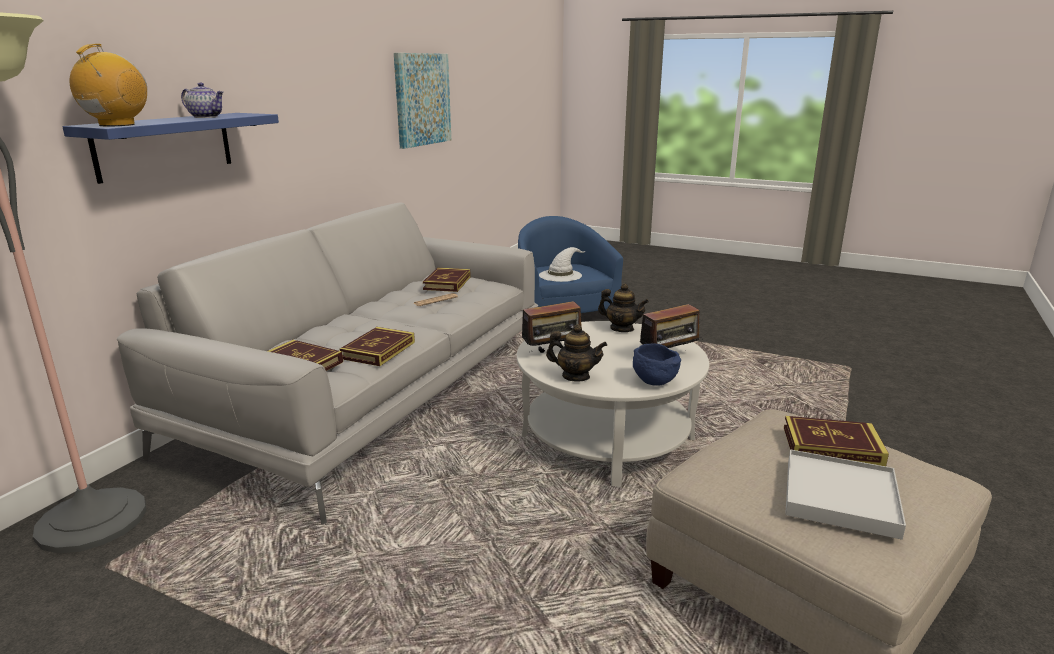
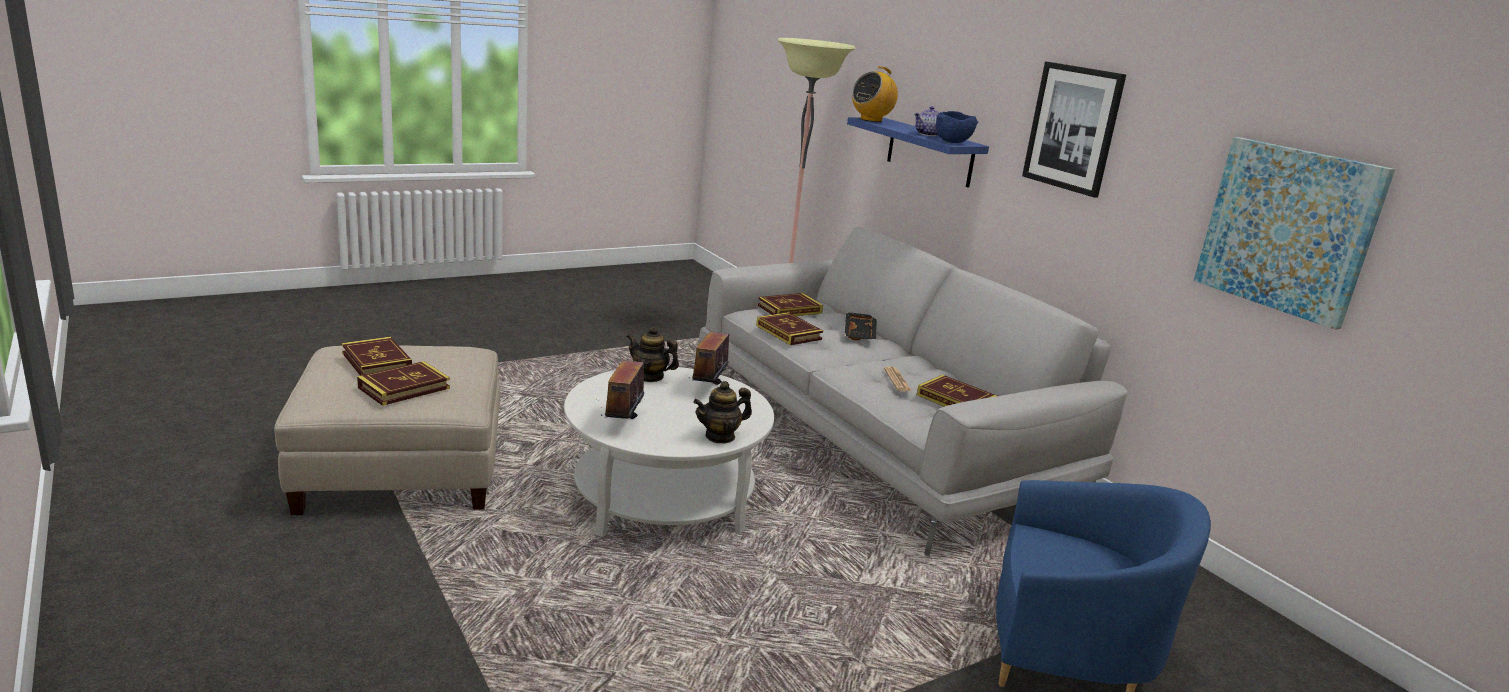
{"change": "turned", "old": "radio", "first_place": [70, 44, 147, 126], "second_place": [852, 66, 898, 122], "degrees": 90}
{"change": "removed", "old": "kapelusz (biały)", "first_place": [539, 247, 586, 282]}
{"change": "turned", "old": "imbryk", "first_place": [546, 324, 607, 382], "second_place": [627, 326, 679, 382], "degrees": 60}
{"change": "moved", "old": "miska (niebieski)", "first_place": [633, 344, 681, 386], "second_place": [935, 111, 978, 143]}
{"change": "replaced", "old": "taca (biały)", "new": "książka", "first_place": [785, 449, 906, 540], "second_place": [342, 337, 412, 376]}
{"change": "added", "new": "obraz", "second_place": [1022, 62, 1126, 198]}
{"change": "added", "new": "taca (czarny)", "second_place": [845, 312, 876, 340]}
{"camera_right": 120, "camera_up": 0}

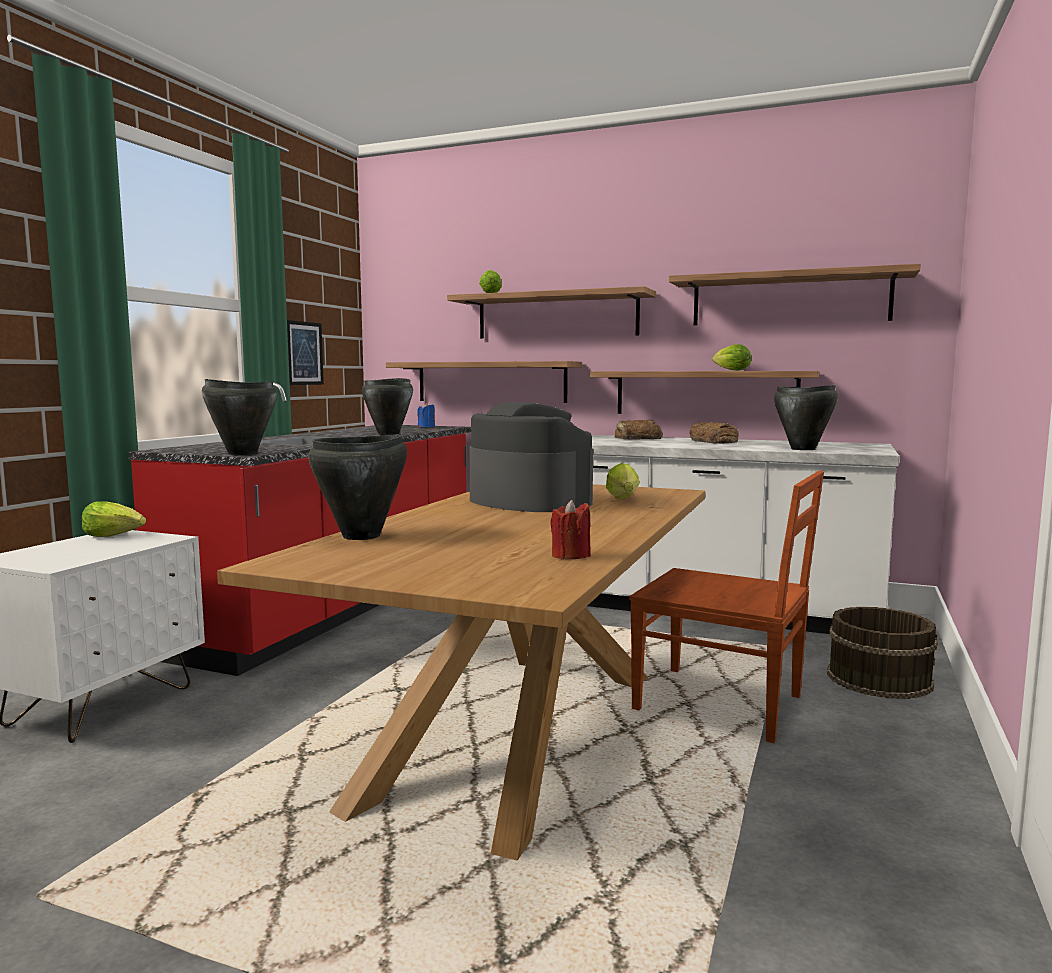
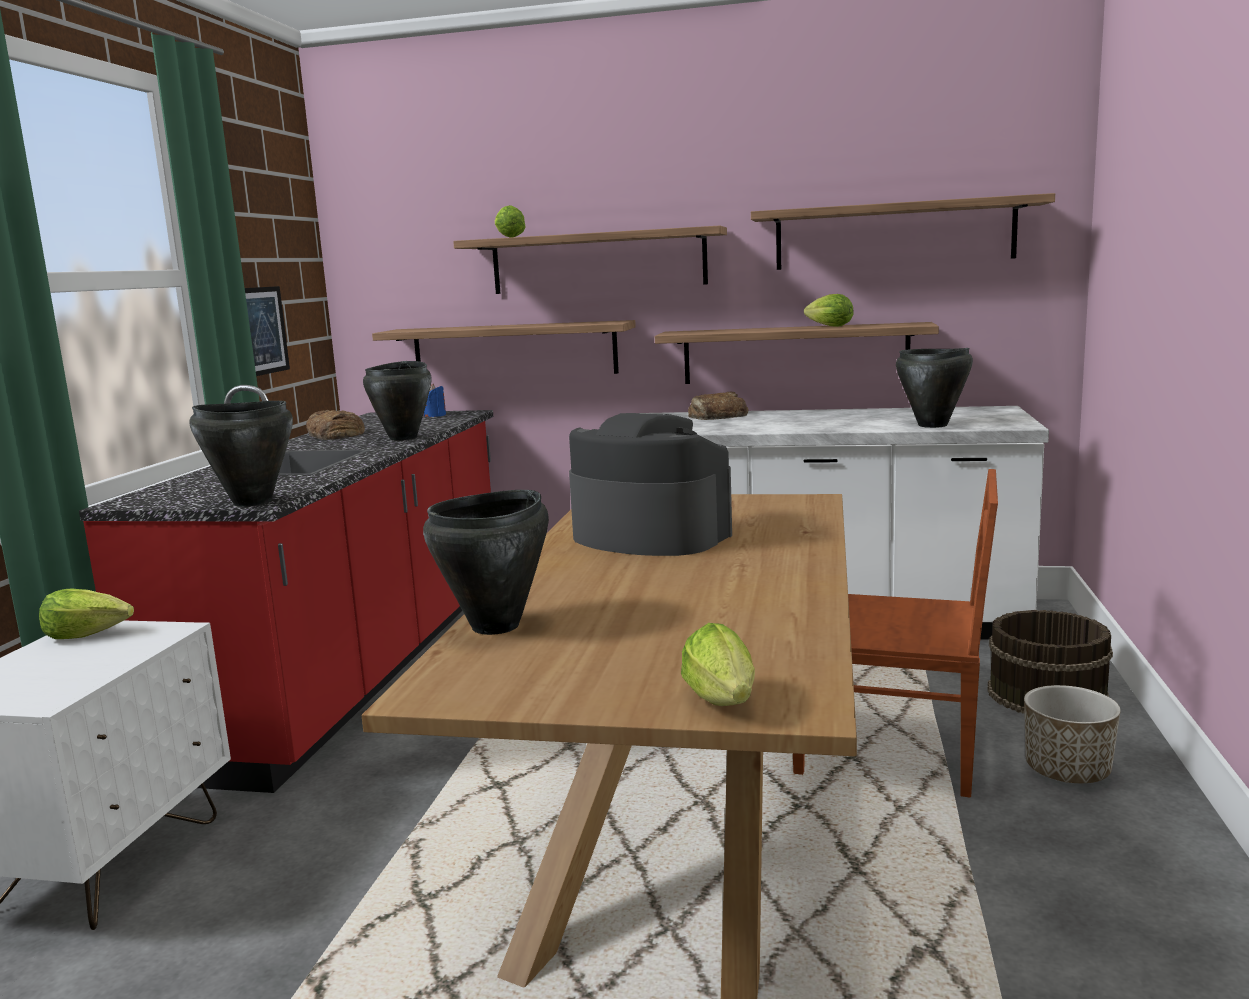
{"change": "moved", "old": "chleb", "first_place": [690, 422, 739, 444], "second_place": [306, 410, 365, 440]}
{"change": "moved", "old": "sałata", "first_place": [606, 463, 640, 499], "second_place": [681, 623, 755, 706]}
{"change": "removed", "old": "świeca (czerwony)", "first_place": [550, 500, 591, 559]}
{"change": "added", "new": "donica", "second_place": [1024, 685, 1121, 783]}
{"camera_right": -10, "camera_up": 5}

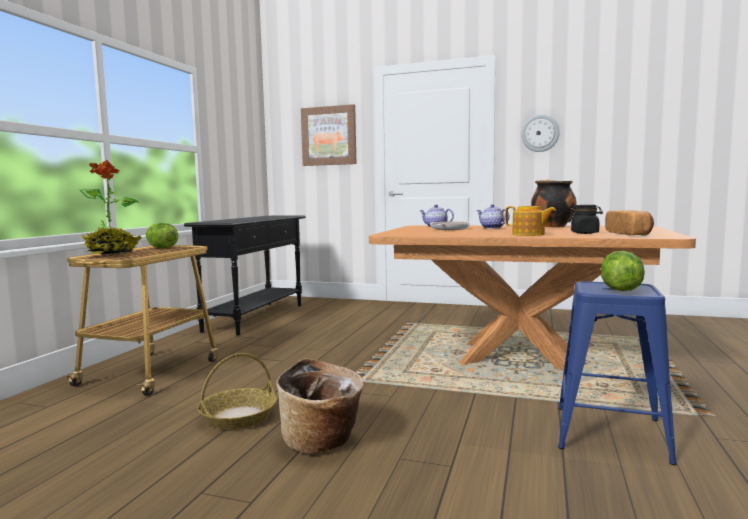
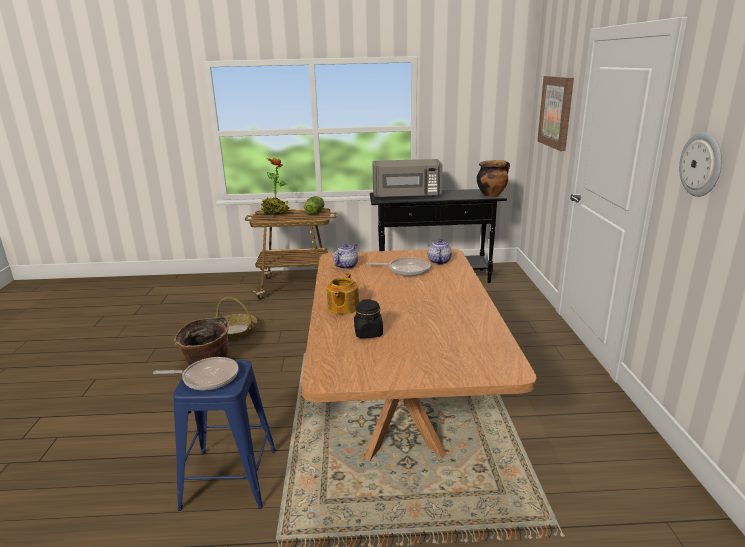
{"change": "moved", "old": "garnek", "first_place": [531, 180, 577, 227], "second_place": [477, 160, 510, 197]}
{"change": "moved", "old": "imbryk", "first_place": [477, 204, 509, 229], "second_place": [334, 244, 358, 269]}
{"change": "removed", "old": "chleb", "first_place": [605, 210, 654, 236]}
{"change": "replaced", "old": "sałata", "new": "patelnia", "first_place": [601, 251, 645, 291], "second_place": [153, 357, 239, 390]}
{"change": "added", "new": "mikrofalówka (szary)", "second_place": [372, 159, 443, 199]}
{"camera_right": 70, "camera_up": 15}

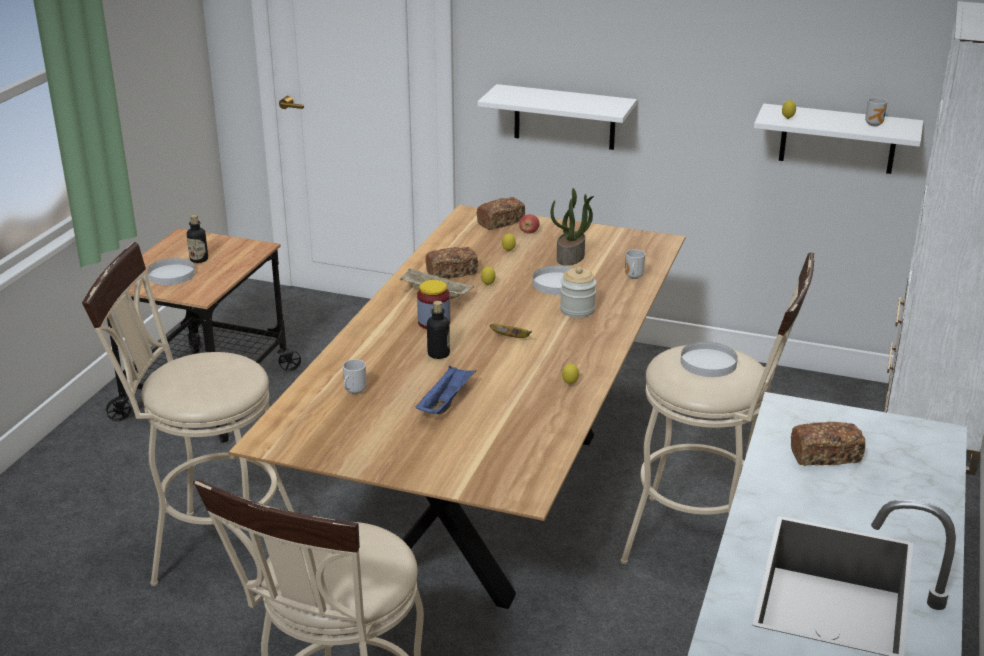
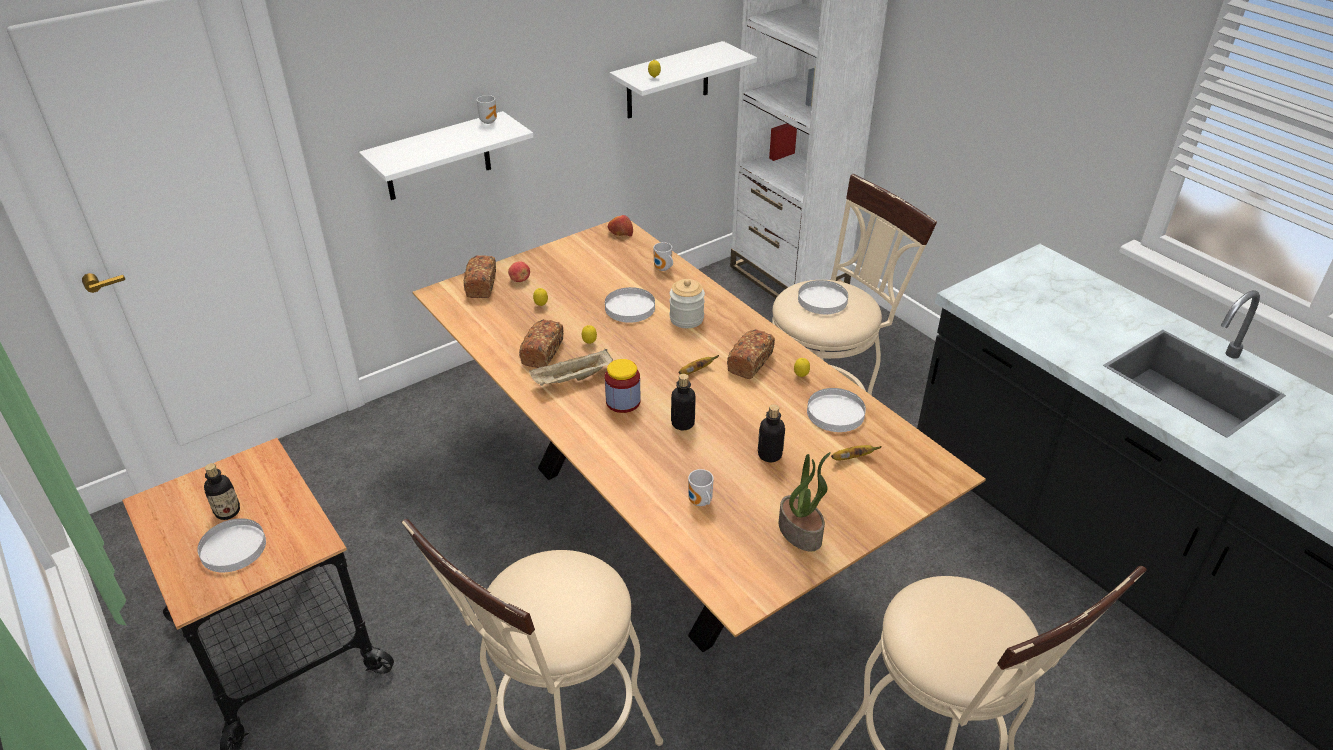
{"change": "moved", "old": "kubek", "first_place": [865, 98, 887, 126], "second_place": [477, 95, 497, 124]}
{"change": "moved", "old": "roślina doniczkowa", "first_place": [550, 188, 594, 266], "second_place": [779, 452, 831, 551]}
{"change": "replaced", "old": "taca (niebieski)", "new": "butelka", "first_place": [415, 365, 476, 414], "second_place": [758, 404, 785, 462]}
{"change": "moved", "old": "chleb", "first_place": [791, 422, 866, 466], "second_place": [727, 329, 775, 379]}
{"change": "added", "new": "jabłko", "second_place": [608, 215, 633, 237]}
{"change": "added", "new": "talerz (biały)", "second_place": [807, 388, 866, 432]}
{"change": "added", "new": "banan", "second_place": [831, 445, 882, 461]}
{"camera_right": -55, "camera_up": 10}

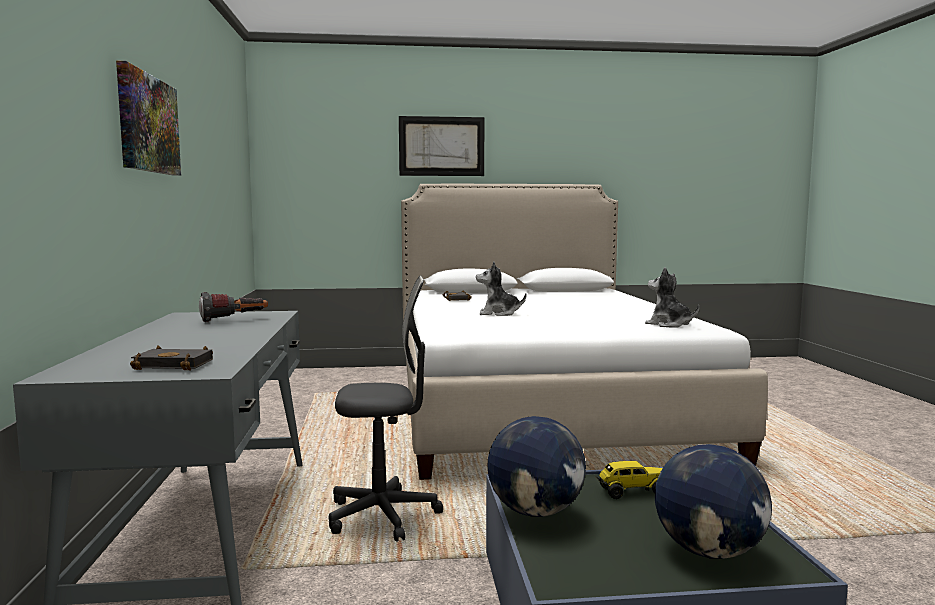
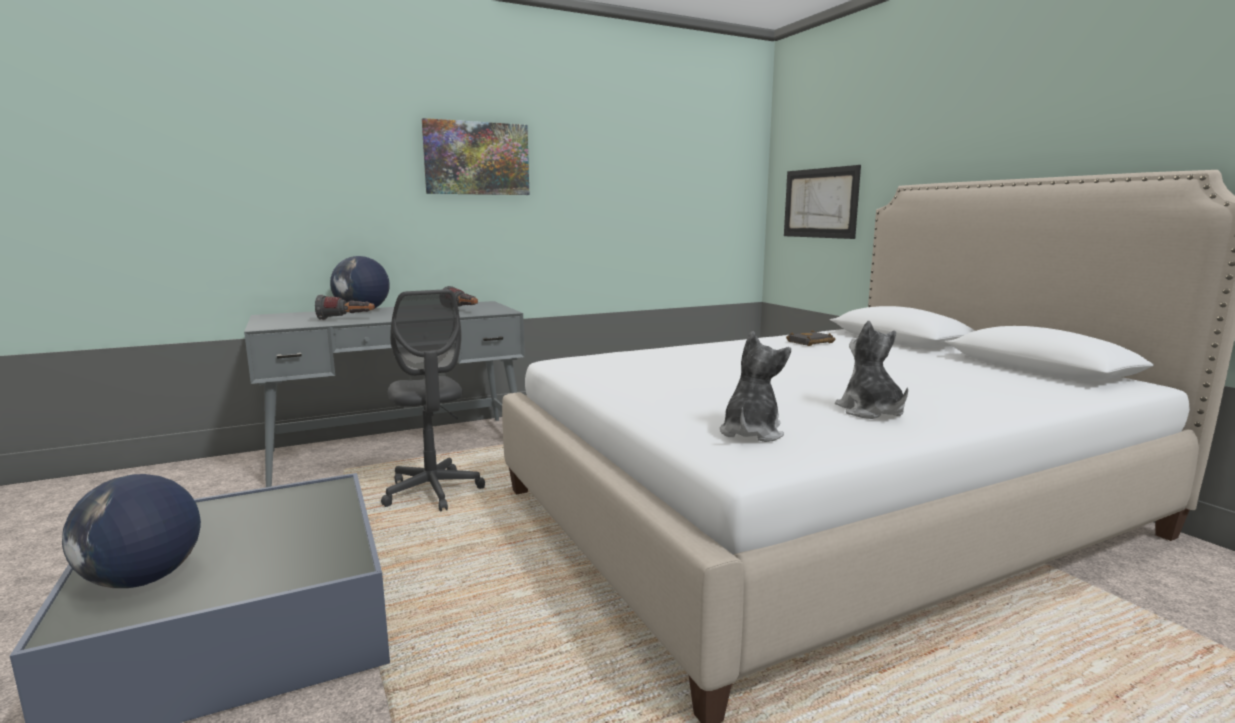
{"change": "moved", "old": "obraz", "first_place": [399, 116, 484, 176], "second_place": [784, 165, 861, 239]}
{"change": "moved", "old": "pluszak", "first_place": [476, 261, 527, 316], "second_place": [835, 321, 908, 419]}
{"change": "removed", "old": "książka (czarny)", "first_place": [130, 345, 213, 370]}
{"change": "moved", "old": "globus", "first_place": [488, 416, 586, 517], "second_place": [330, 256, 390, 308]}
{"change": "removed", "old": "ciężarówka zabawkowa", "first_place": [595, 461, 662, 499]}
{"change": "added", "new": "latarka", "second_place": [315, 294, 375, 320]}
{"camera_right": 70, "camera_up": 5}

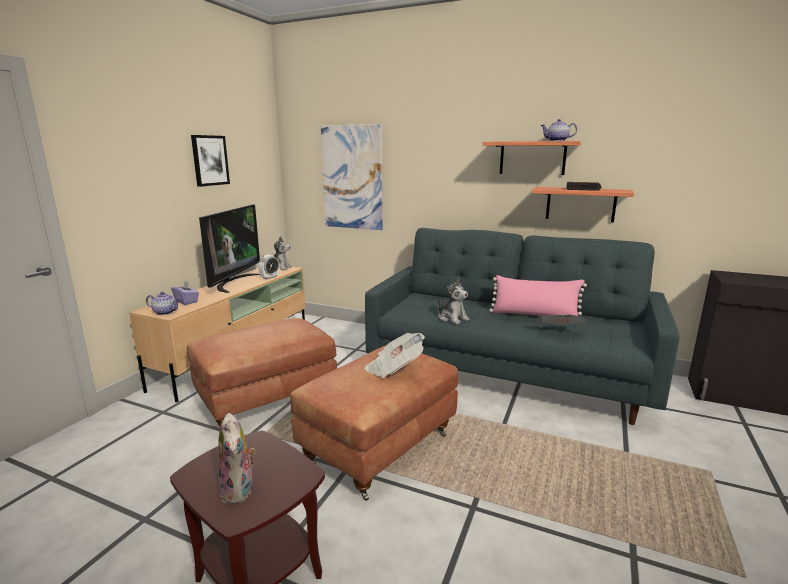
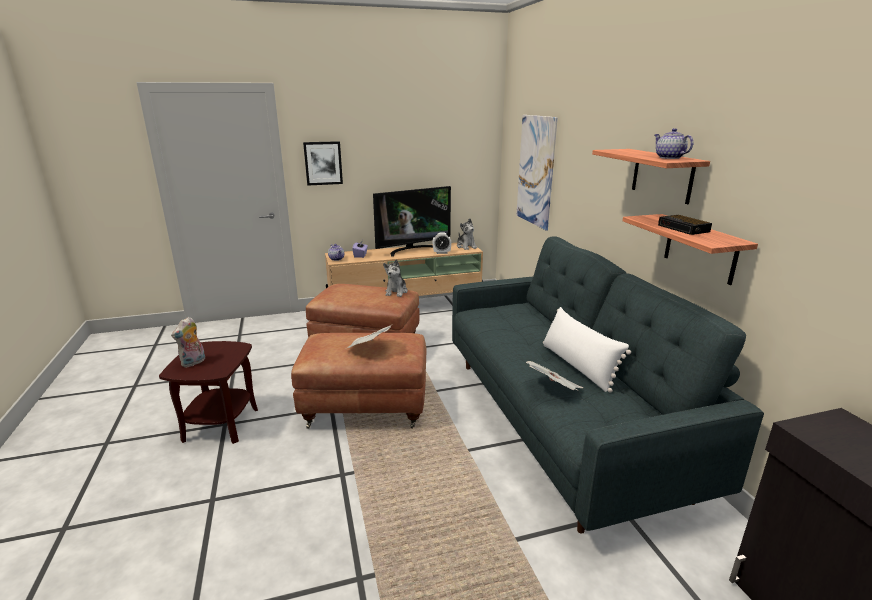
{"change": "moved", "old": "obraz", "first_place": [191, 135, 230, 187], "second_place": [303, 141, 343, 186]}
{"change": "recoloured", "old": "poduszka (różowy)", "new": "poduszka (biały)", "first_place": [489, 275, 587, 316], "second_place": [543, 307, 631, 393]}
{"change": "moved", "old": "pluszak", "first_place": [437, 278, 470, 324], "second_place": [383, 259, 408, 297]}
{"camera_right": 50, "camera_up": 5}

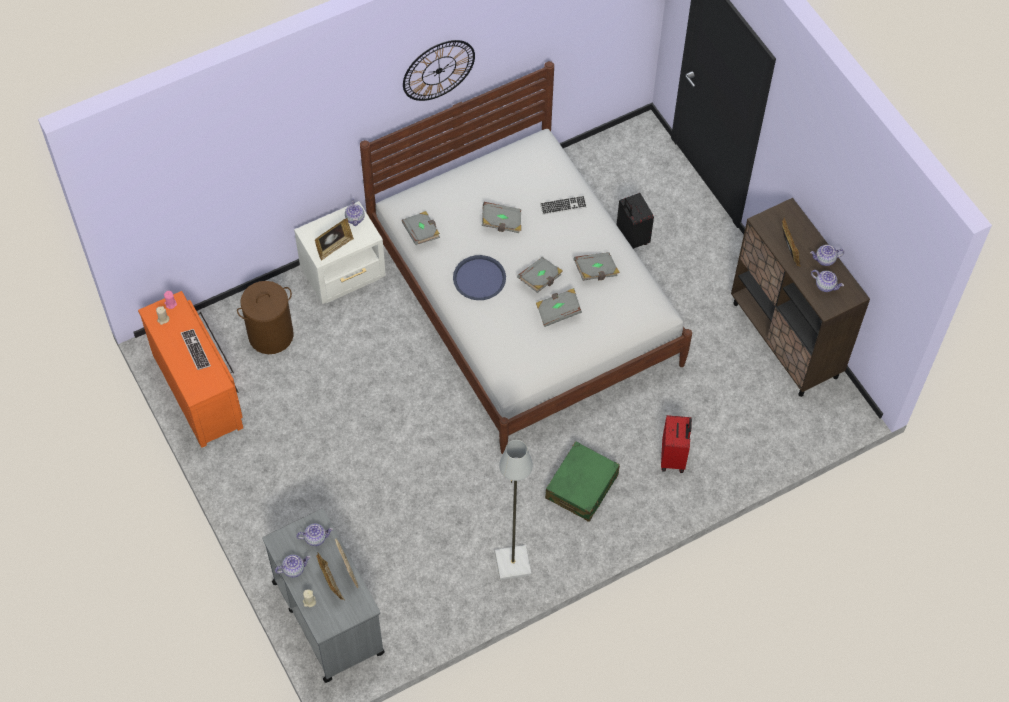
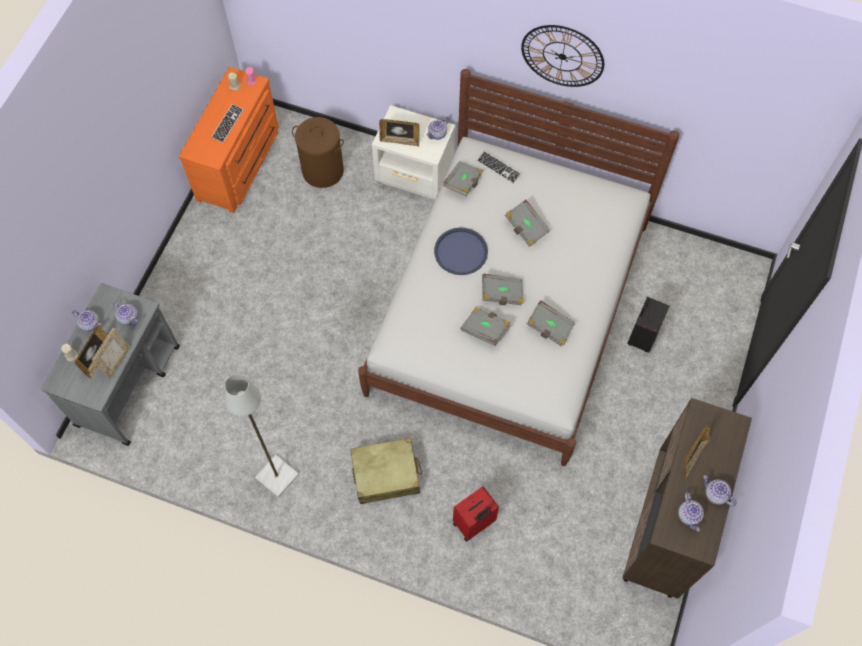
{"change": "moved", "old": "klawiatura", "first_place": [540, 195, 587, 215], "second_place": [477, 151, 521, 184]}
{"change": "recoloured", "old": "walizka (zielony)", "new": "walizka (beżowy)", "first_place": [545, 441, 620, 522], "second_place": [350, 438, 422, 504]}
{"camera_right": 50, "camera_up": 5}

